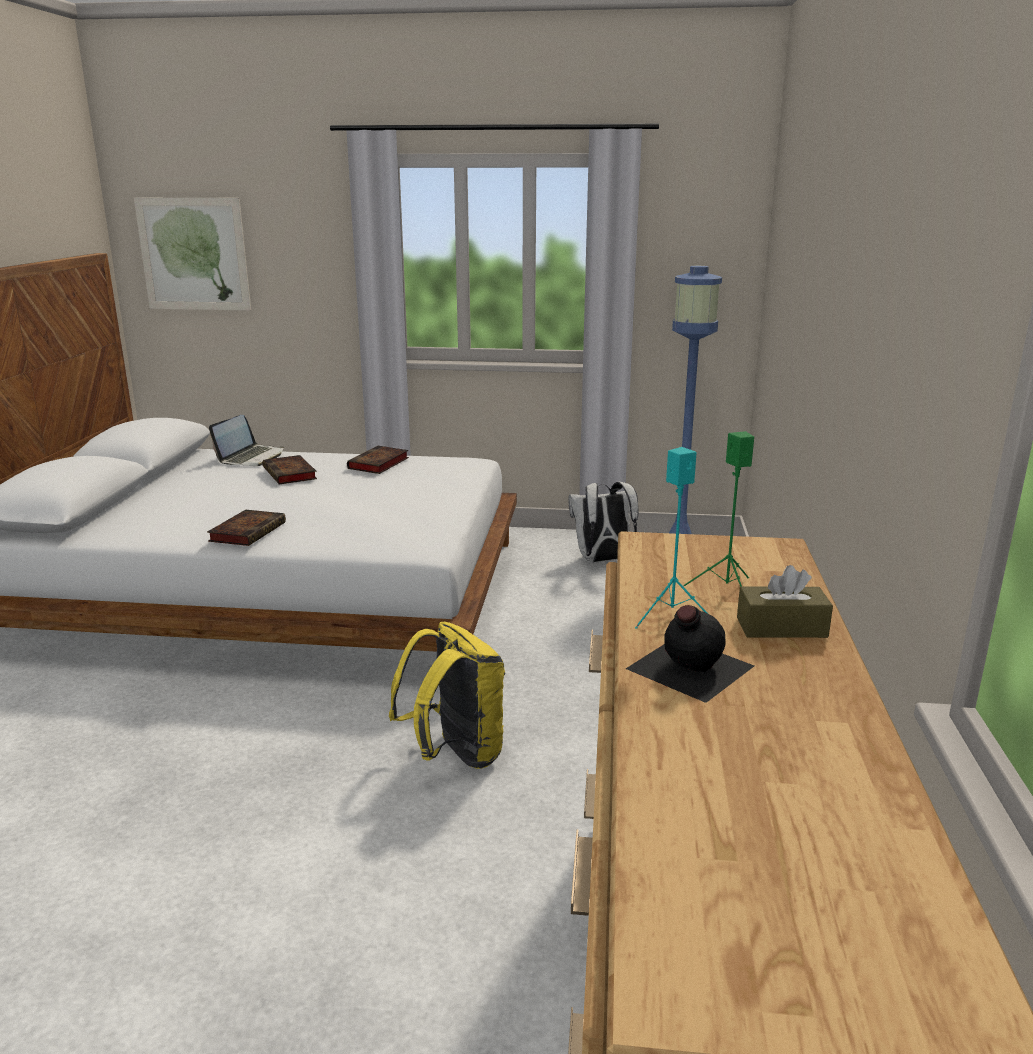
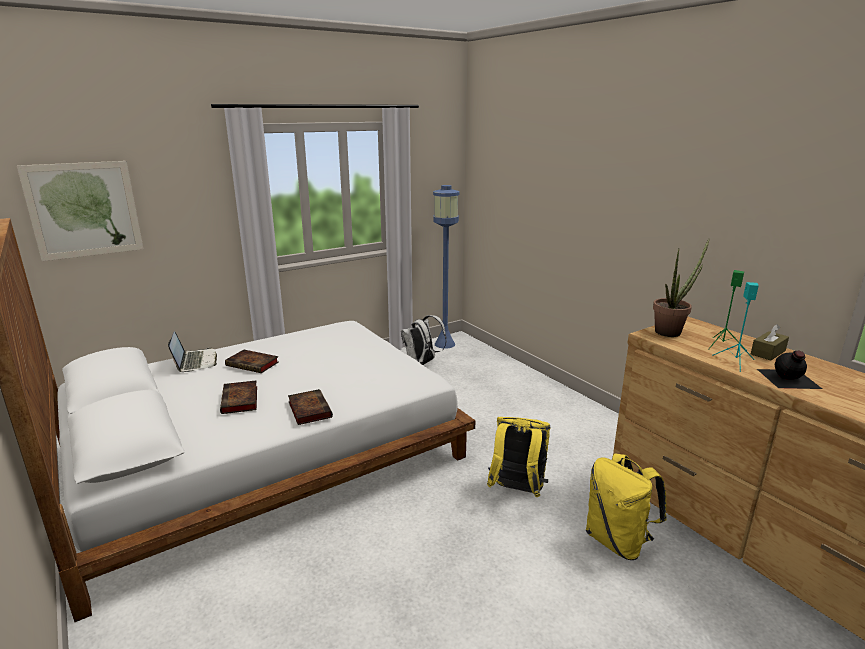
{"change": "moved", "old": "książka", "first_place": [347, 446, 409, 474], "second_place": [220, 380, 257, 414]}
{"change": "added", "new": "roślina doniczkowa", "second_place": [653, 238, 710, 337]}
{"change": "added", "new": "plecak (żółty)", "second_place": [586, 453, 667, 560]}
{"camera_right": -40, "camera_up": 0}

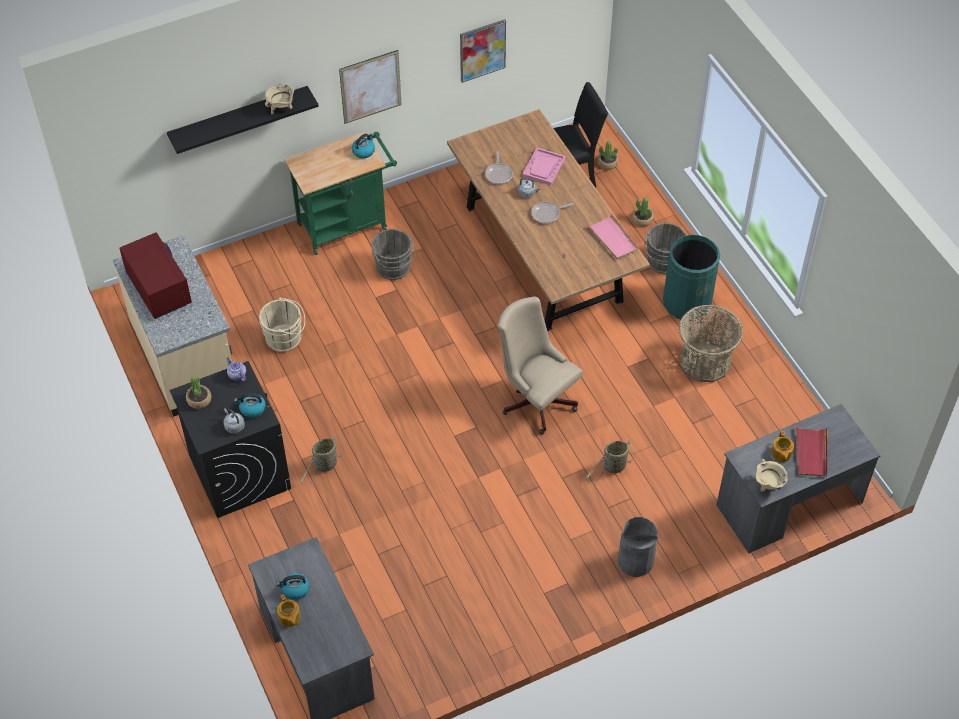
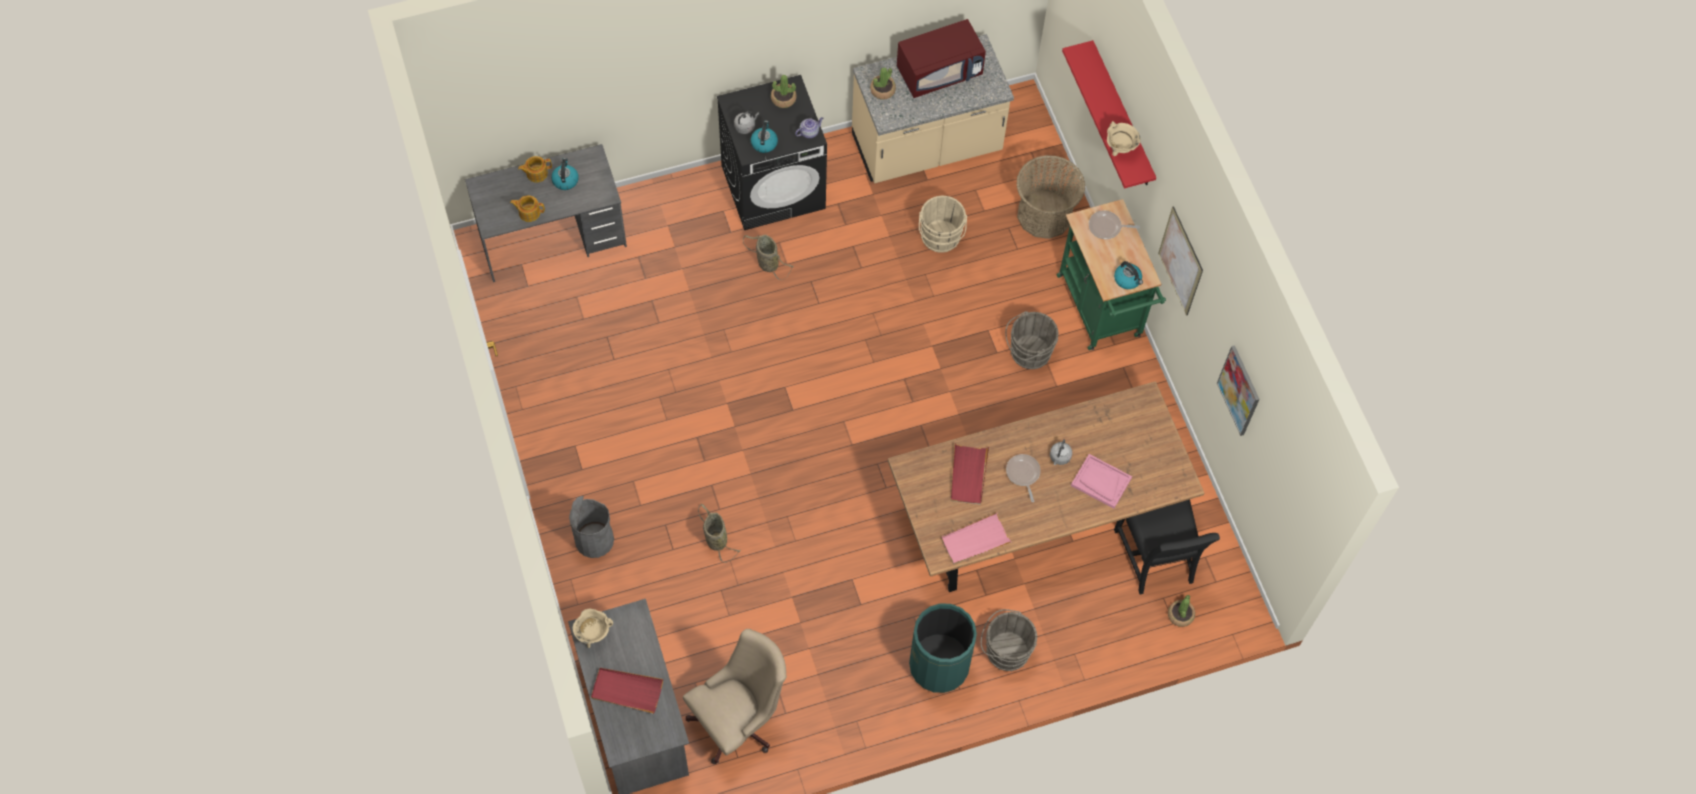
{"change": "recoloured", "old": "półka (czarny)", "new": "półka (czerwony)", "first_place": [167, 86, 319, 154], "second_place": [1062, 40, 1156, 188]}
{"change": "moved", "old": "patelnia", "first_place": [485, 151, 513, 184], "second_place": [1089, 210, 1140, 239]}
{"change": "moved", "old": "roślina doniczkowa", "first_place": [632, 197, 654, 227], "second_place": [870, 67, 896, 100]}
{"change": "moved", "old": "krzesło biurowe (beżowy)", "first_place": [497, 296, 583, 434], "second_place": [683, 629, 787, 764]}
{"change": "moved", "old": "koszyk", "first_place": [679, 305, 743, 382], "second_place": [1016, 155, 1085, 239]}
{"change": "moved", "old": "imbryk", "first_place": [771, 431, 794, 462], "second_place": [510, 195, 545, 222]}
{"change": "added", "new": "taca (czerwony)", "second_place": [951, 444, 989, 505]}
{"camera_right": 95, "camera_up": 10}

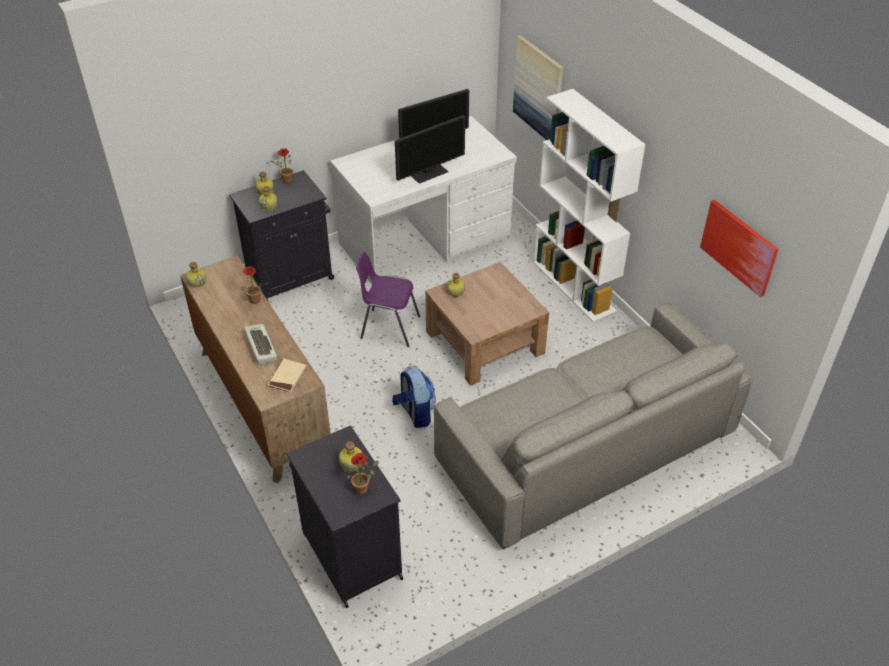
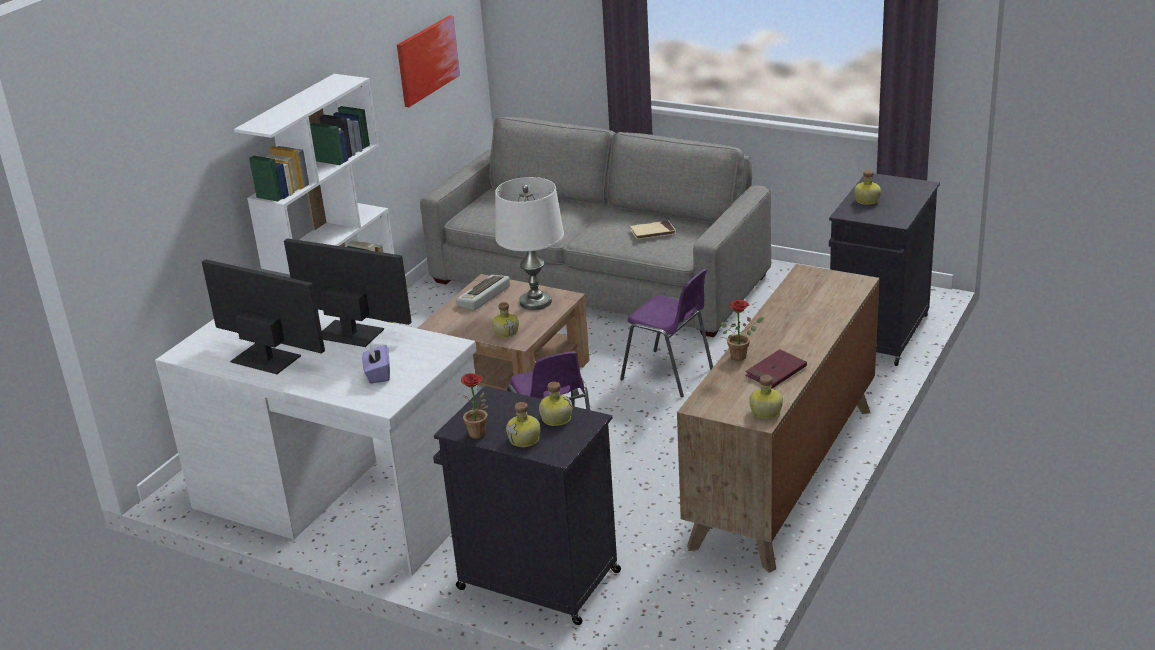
{"change": "removed", "old": "obraz", "first_place": [513, 35, 563, 140]}
{"change": "moved", "old": "klawiatura", "first_place": [244, 324, 277, 365], "second_place": [456, 275, 510, 310]}
{"change": "moved", "old": "książka (beżowy)", "first_place": [268, 359, 306, 394], "second_place": [630, 220, 676, 239]}
{"change": "replaced", "old": "plecak", "new": "krzesło (fioletowy)", "first_place": [392, 366, 436, 428], "second_place": [620, 269, 713, 397]}
{"change": "removed", "old": "roślina doniczkowa", "first_place": [343, 453, 379, 495]}
{"change": "added", "new": "lampa stołowa (biały)", "second_place": [495, 177, 564, 310]}
{"change": "added", "new": "pudełko chusteczek (fioletowy)", "second_place": [362, 344, 390, 384]}
{"change": "added", "new": "książka (czerwony)", "second_place": [745, 349, 807, 388]}
{"camera_right": -120, "camera_up": -15}

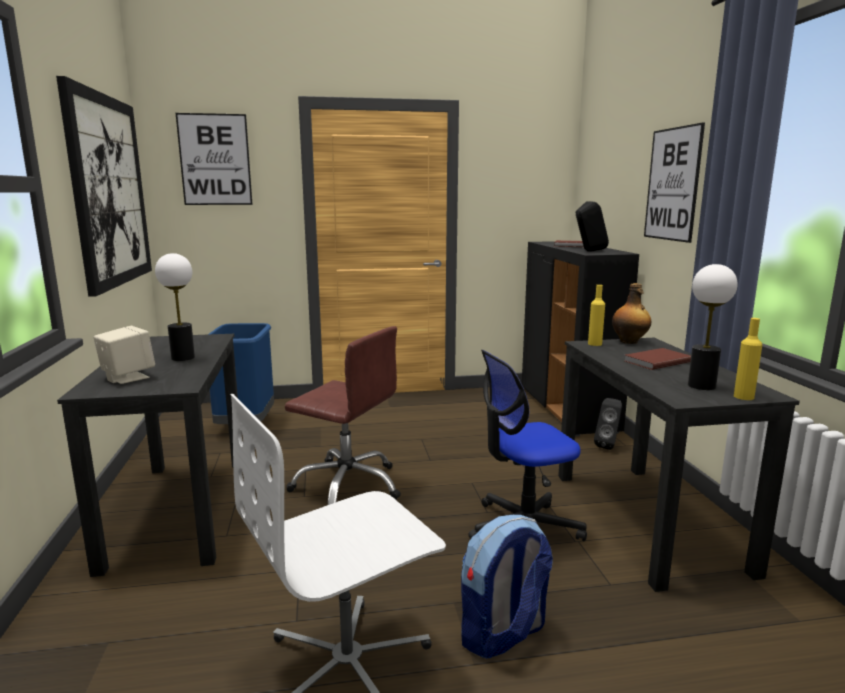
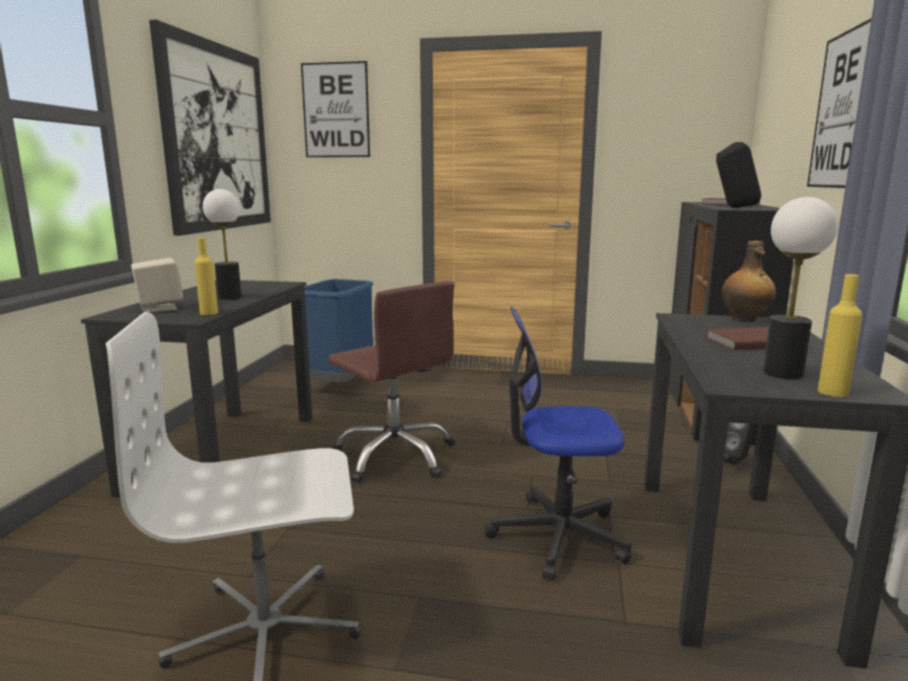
{"change": "moved", "old": "butelka (żółty)", "first_place": [588, 285, 605, 346], "second_place": [194, 238, 218, 315]}
{"change": "removed", "old": "plecak", "first_place": [461, 515, 553, 659]}
{"camera_right": 20, "camera_up": 0}

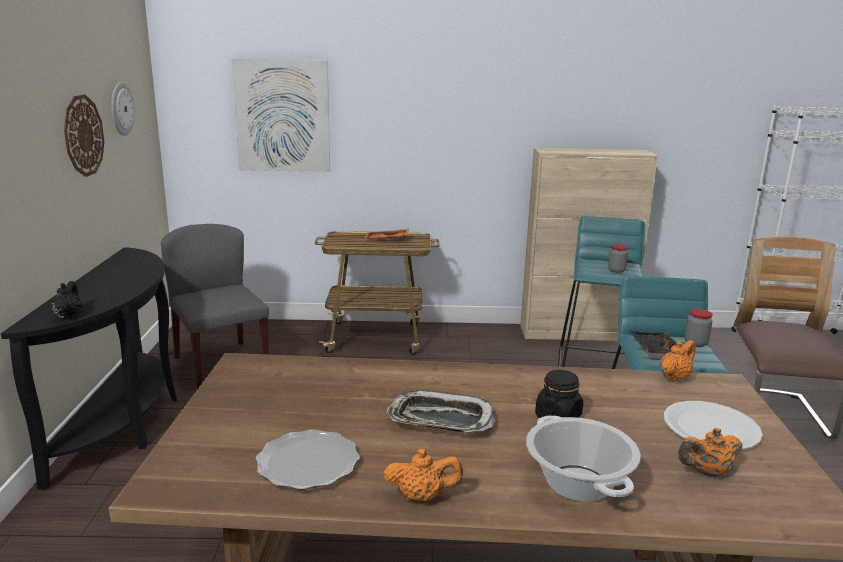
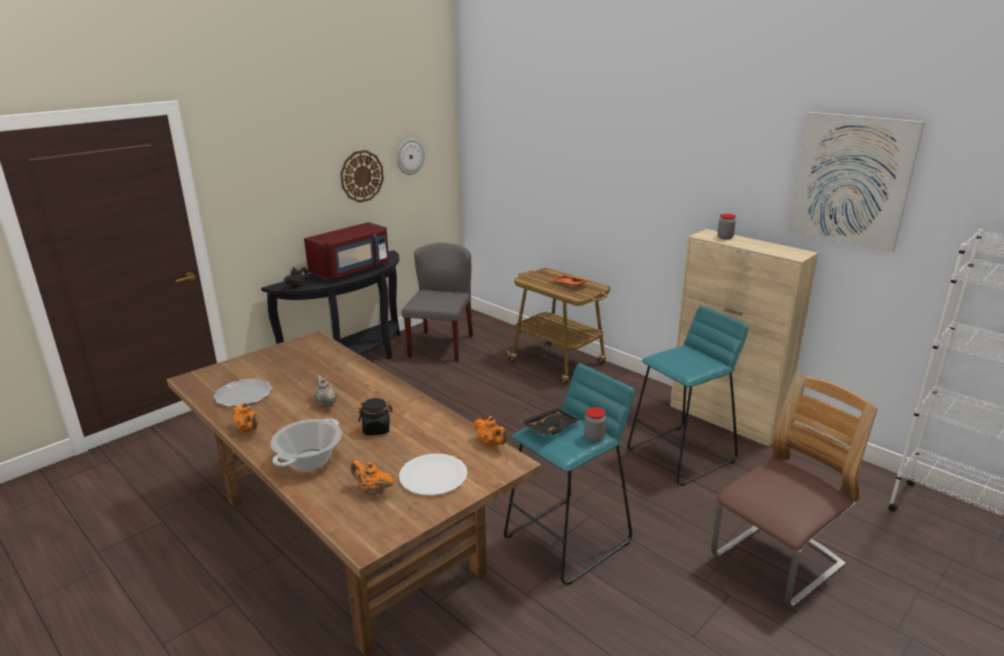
{"change": "moved", "old": "obraz", "first_place": [232, 59, 330, 172], "second_place": [787, 112, 925, 252]}
{"change": "moved", "old": "słoik", "first_place": [608, 244, 628, 273], "second_place": [717, 214, 736, 240]}
{"change": "turned", "old": "imbryk (pomarańczowy)", "first_place": [660, 340, 695, 382], "second_place": [474, 416, 507, 446], "degrees": 45}
{"change": "replaced", "old": "taca", "new": "imbryk (beżowy)", "first_place": [387, 390, 495, 432], "second_place": [314, 375, 337, 407]}
{"change": "added", "new": "mikrofalówka (czerwony)", "second_place": [304, 222, 389, 280]}
{"camera_right": 45, "camera_up": 5}

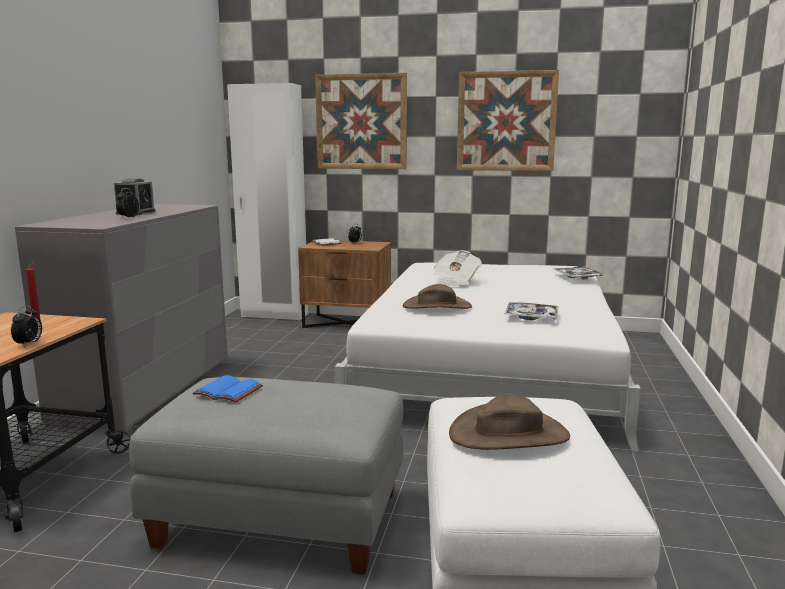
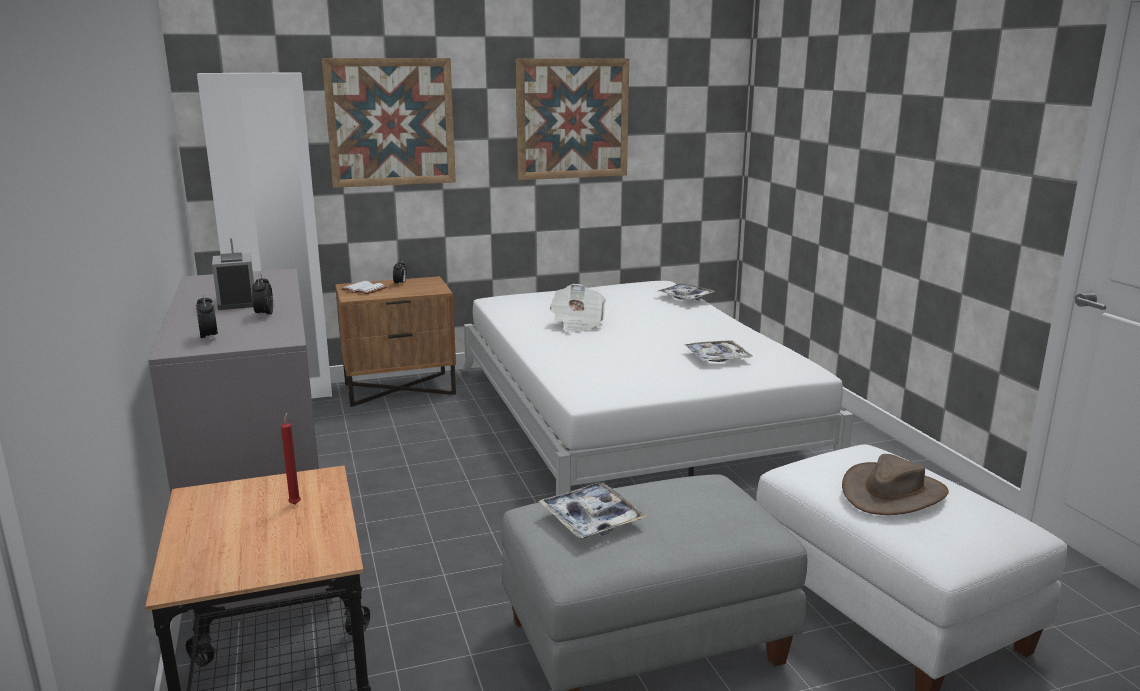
{"change": "removed", "old": "kapelusz (brązowy)", "first_place": [403, 284, 472, 309]}
{"change": "moved", "old": "budzik", "first_place": [11, 305, 42, 347], "second_place": [196, 293, 218, 341]}
{"change": "replaced", "old": "książka (niebieski)", "new": "taca", "first_place": [192, 375, 263, 402], "second_place": [539, 482, 648, 538]}
{"camera_right": -30, "camera_up": 5}

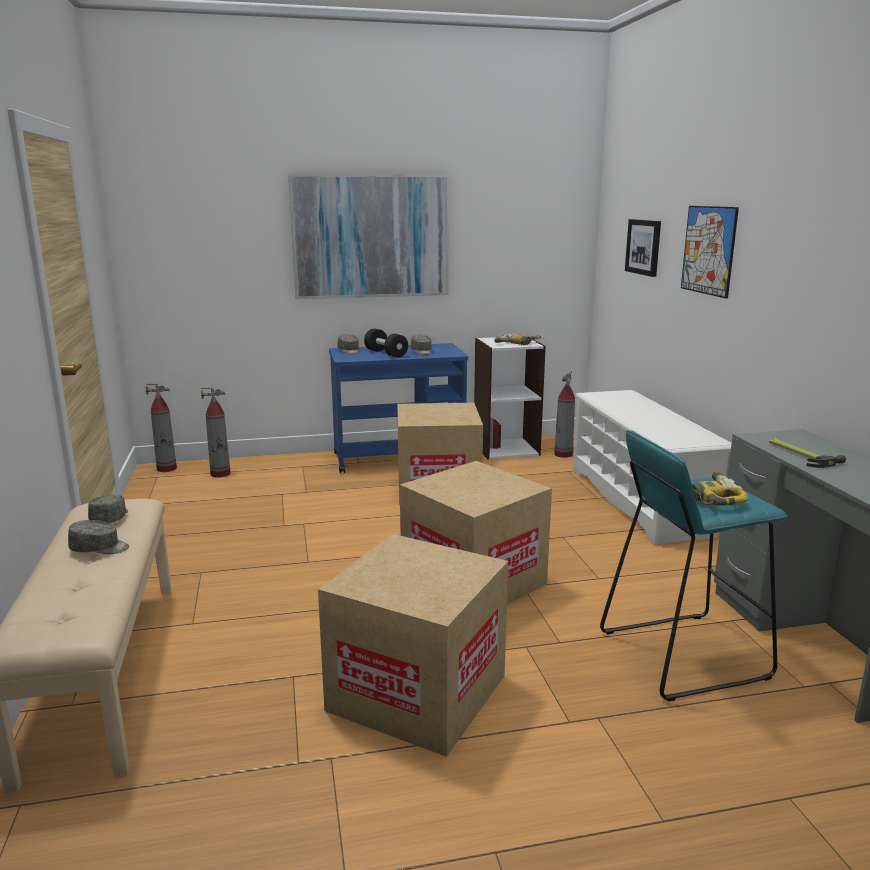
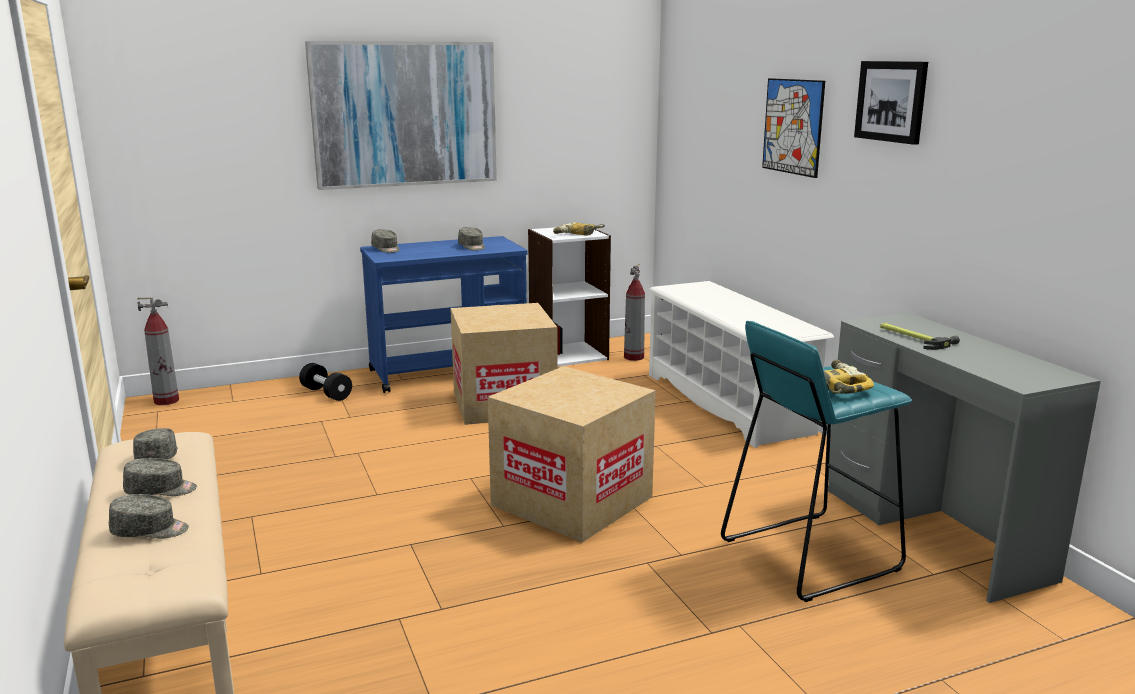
{"change": "moved", "old": "obraz", "first_place": [625, 219, 661, 277], "second_place": [854, 61, 928, 145]}
{"change": "moved", "old": "hantel (czarny)", "first_place": [364, 329, 408, 358], "second_place": [299, 363, 352, 401]}
{"change": "removed", "old": "gaśnica", "first_place": [201, 388, 231, 478]}
{"change": "removed", "old": "karton", "first_place": [318, 534, 508, 757]}
{"change": "added", "new": "czapka z daszkiem (szary)", "second_place": [109, 494, 189, 538]}
{"camera_right": -10, "camera_up": 0}

